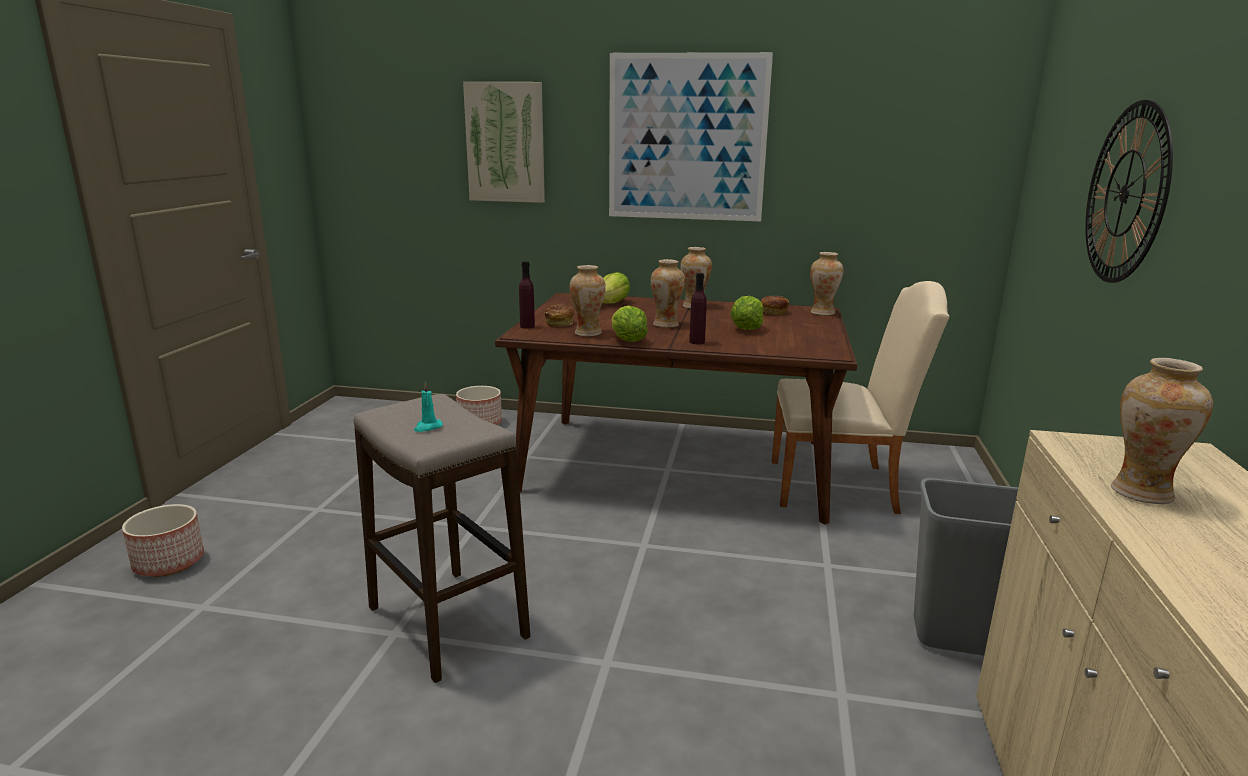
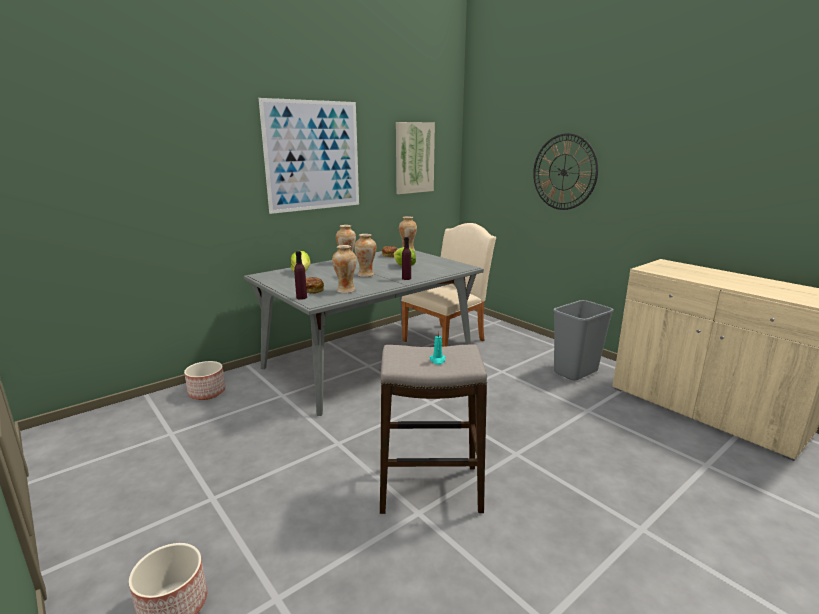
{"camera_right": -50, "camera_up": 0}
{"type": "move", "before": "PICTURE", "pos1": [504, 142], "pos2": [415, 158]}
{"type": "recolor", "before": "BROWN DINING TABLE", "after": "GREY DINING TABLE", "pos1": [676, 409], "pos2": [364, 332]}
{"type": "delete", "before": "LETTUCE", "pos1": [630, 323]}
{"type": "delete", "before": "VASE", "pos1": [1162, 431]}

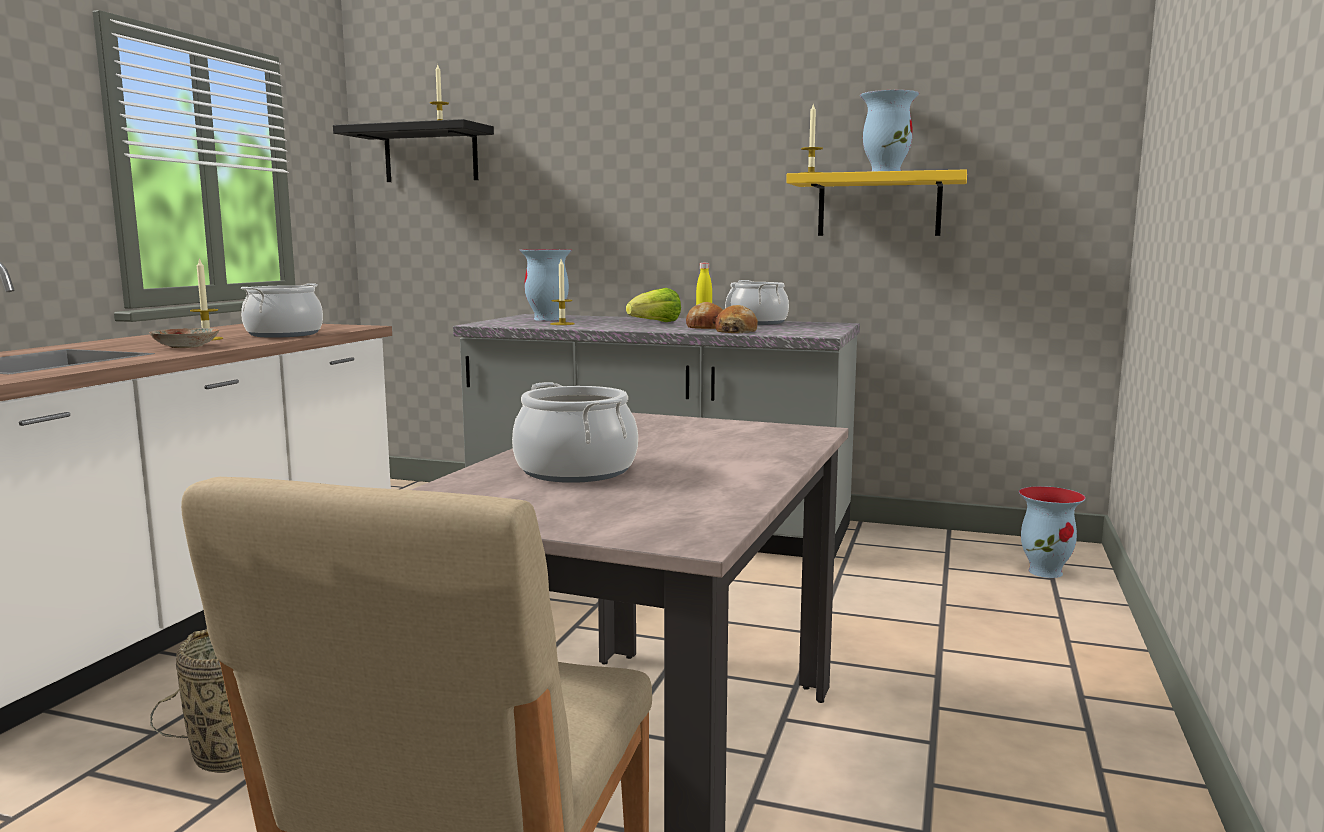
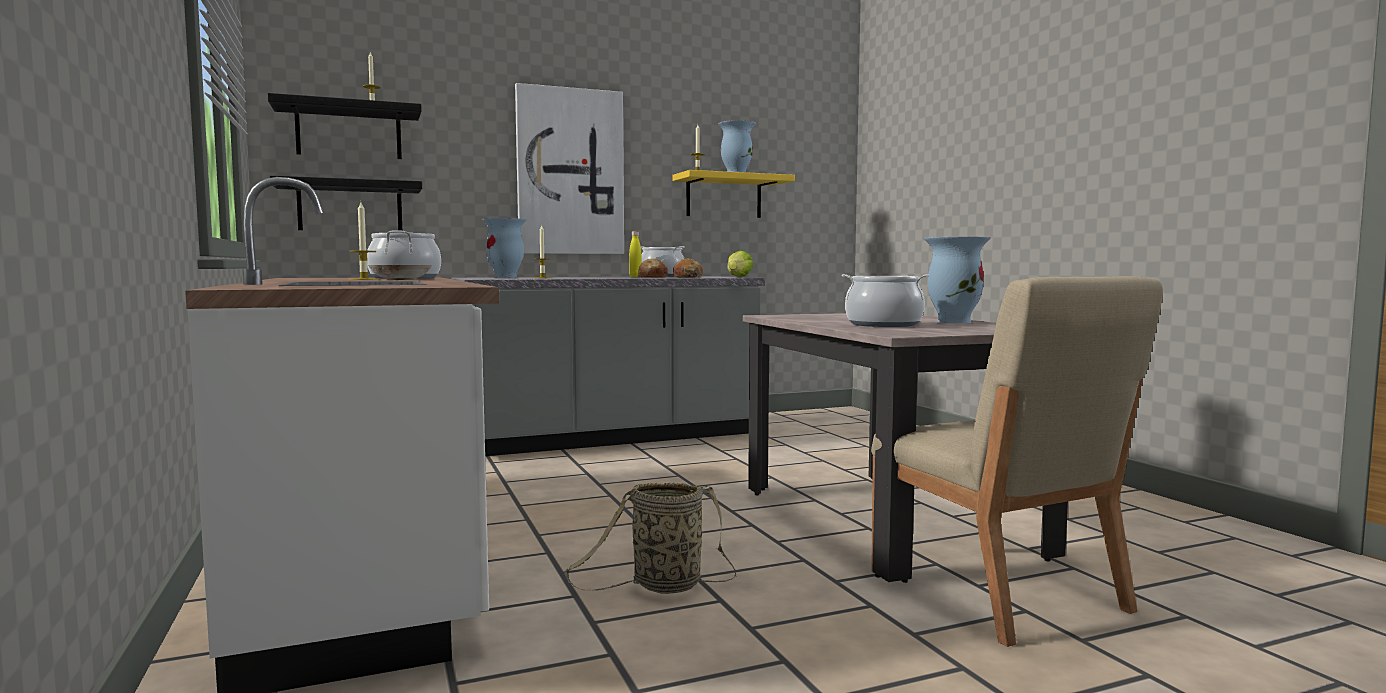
{"camera_right": -40, "camera_up": -5}
{"type": "move", "before": "LETTUCE", "pos1": [653, 305], "pos2": [740, 264]}
{"type": "move", "before": "VASE", "pos1": [1052, 532], "pos2": [957, 280]}
{"type": "insert", "after": "PICTURE", "pos2": [569, 168]}
{"type": "insert", "after": "BLACK SHELF", "pos2": [346, 203]}

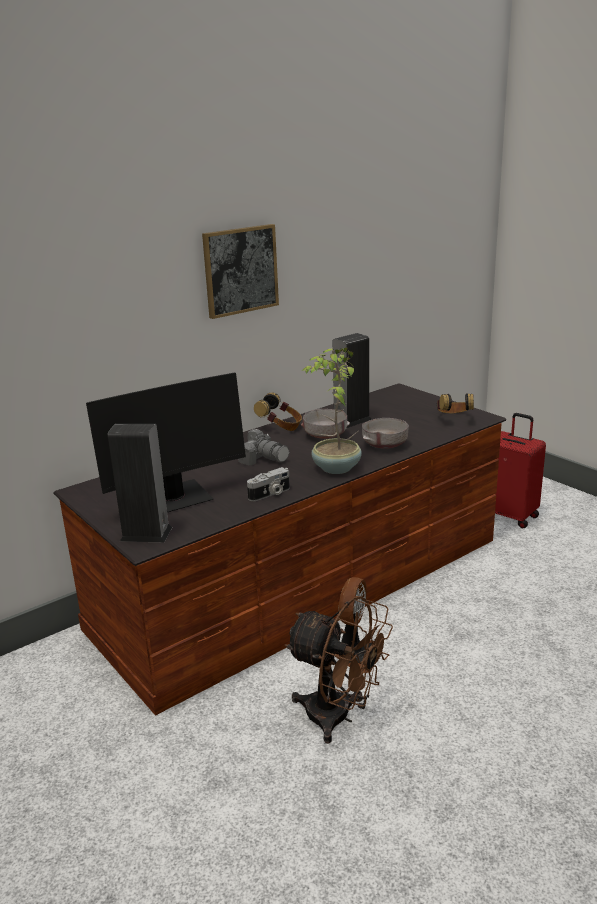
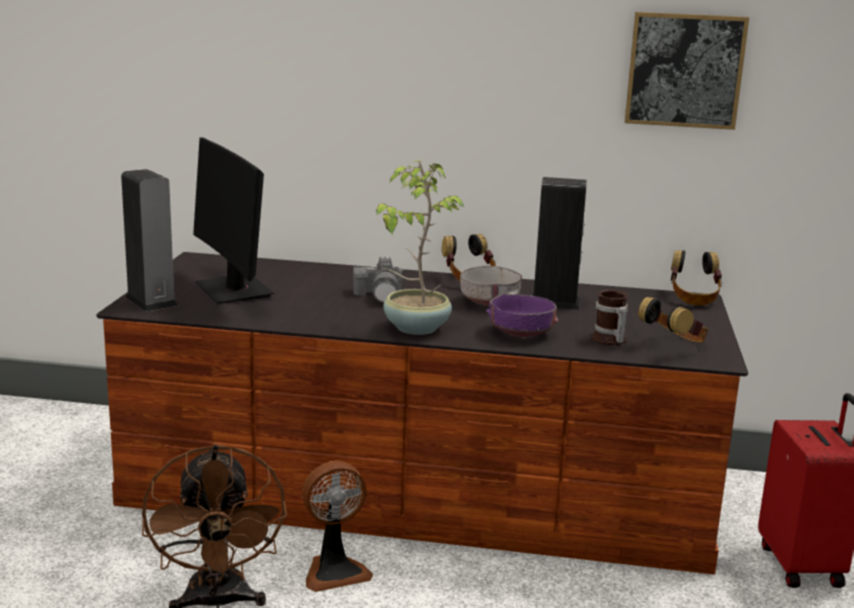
{"camera_right": 45, "camera_up": -5}
{"type": "move", "before": "PICTURE", "pos1": [240, 271], "pos2": [687, 71]}
{"type": "rotate", "before": "MONITOR", "pos1": [166, 442], "pos2": [233, 220], "turn": 45}
{"type": "recolor", "before": "GREY BOWL", "after": "PURPLE BOWL", "pos1": [385, 433], "pos2": [522, 315]}
{"type": "delete", "before": "PHOTO CAMERA", "pos1": [268, 484]}
{"type": "insert", "after": "HEADPHONES", "pos2": [696, 278]}
{"type": "insert", "after": "MUG", "pos2": [609, 317]}

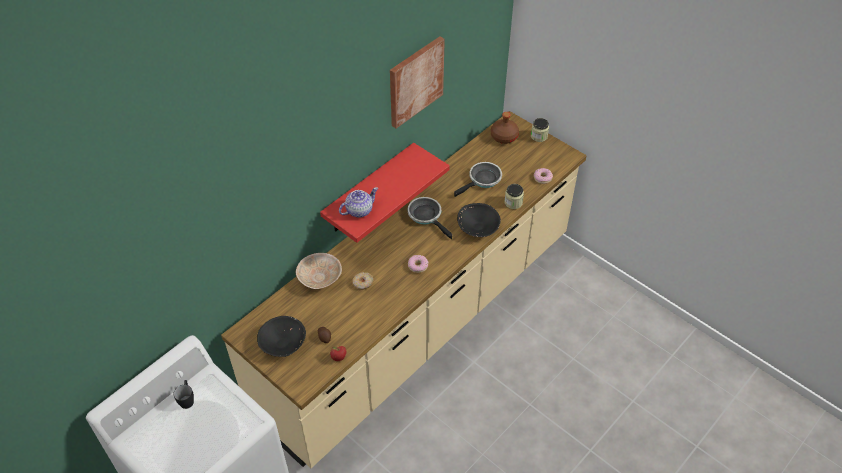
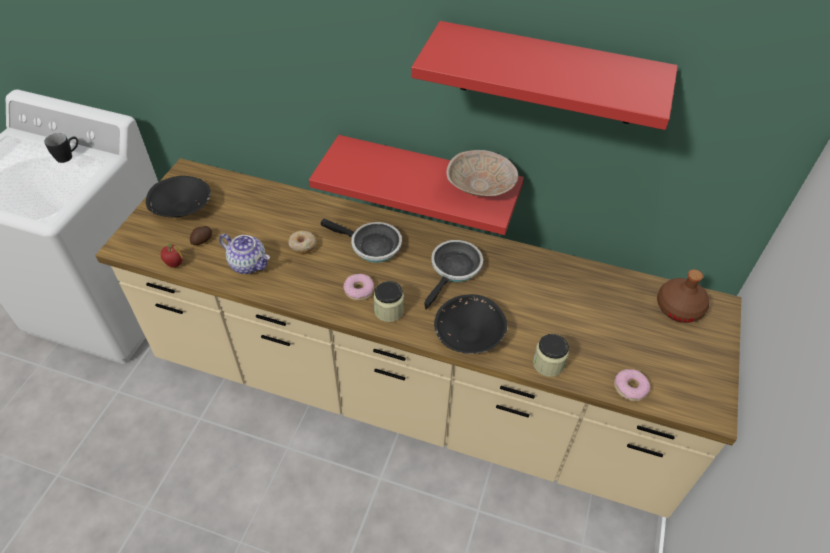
{"camera_right": 65, "camera_up": 0}
{"type": "replace", "before": "PICTURE", "after": "RED SHELF", "pos1": [417, 82], "pos2": [544, 75]}
{"type": "move", "before": "JAR", "pos1": [540, 130], "pos2": [389, 301]}
{"type": "move", "before": "FRYING PAN", "pos1": [478, 179], "pos2": [361, 241]}
{"type": "move", "before": "TEAPOT", "pos1": [358, 202], "pos2": [244, 253]}
{"type": "move", "before": "BEIGE BOWL", "pos1": [319, 271], "pos2": [482, 173]}

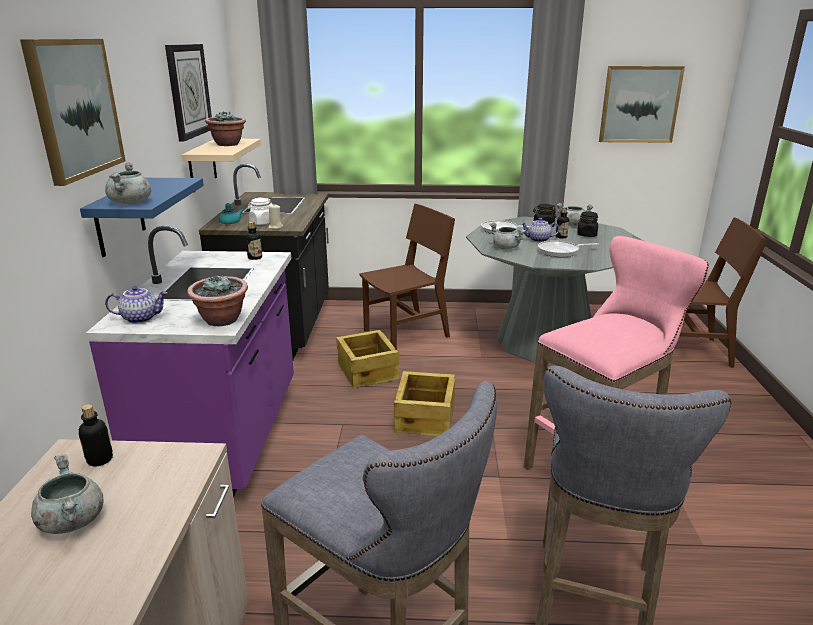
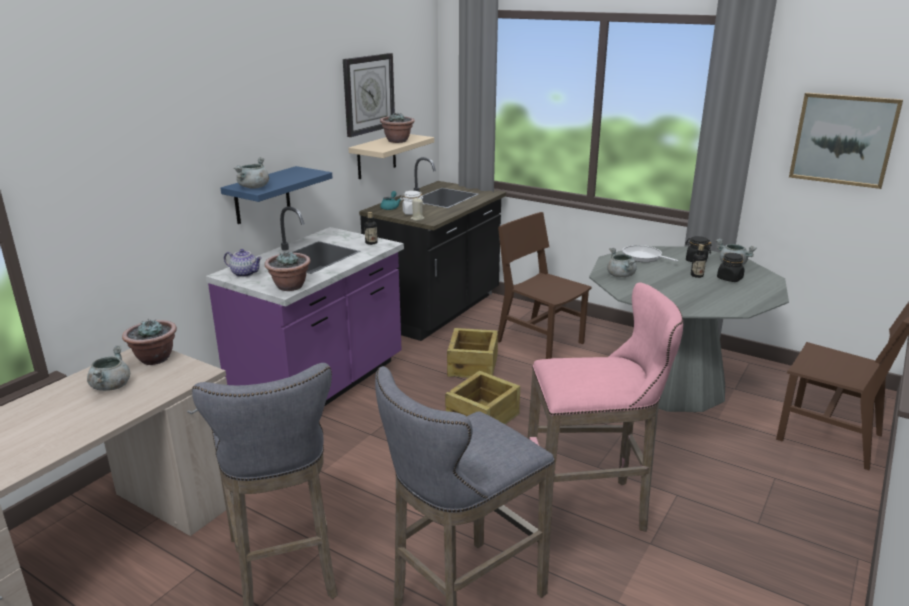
{"camera_right": 30, "camera_up": 0}
{"type": "delete", "before": "PICTURE", "pos1": [73, 112]}
{"type": "rotate", "before": "BROWN CHAIR", "pos1": [407, 277], "pos2": [545, 285], "turn": -135}
{"type": "delete", "before": "TEAPOT", "pos1": [540, 230]}
{"type": "delete", "before": "FRYING PAN", "pos1": [568, 248]}
{"type": "replace", "before": "BOTTLE", "after": "POTTED PLANT", "pos1": [95, 435], "pos2": [149, 342]}

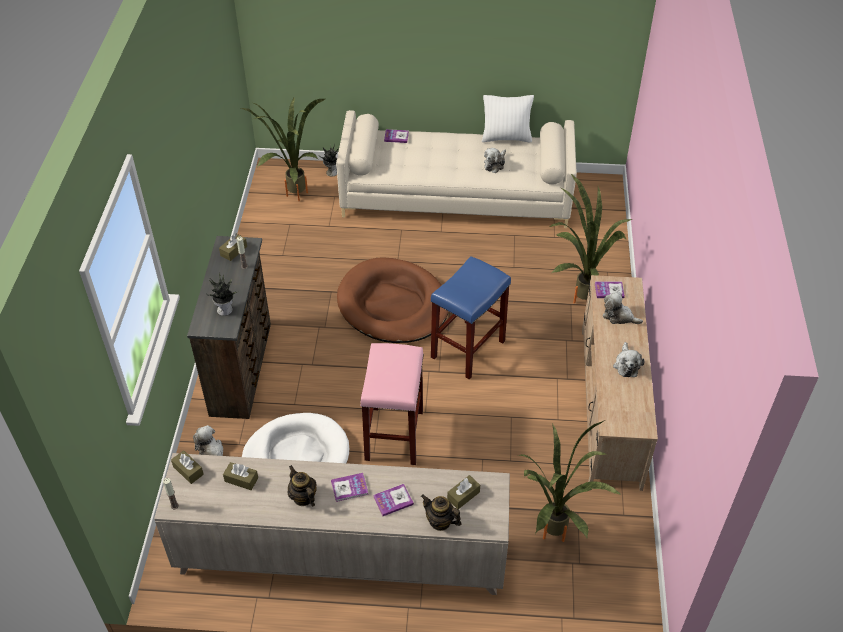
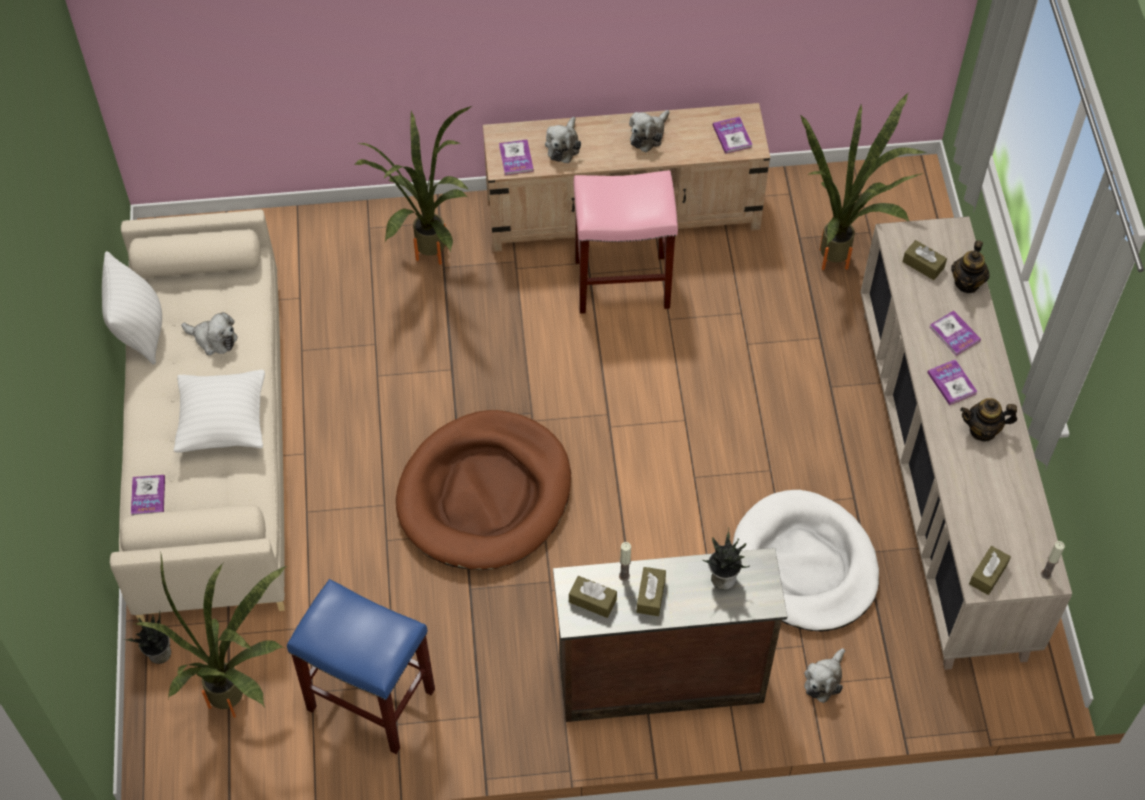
{"camera_right": -100, "camera_up": 10}
{"type": "move", "before": "BLUE STOOL", "pos1": [471, 318], "pos2": [361, 666]}
{"type": "rotate", "before": "PLUSH TOY", "pos1": [629, 359], "pos2": [649, 131], "turn": 135}
{"type": "move", "before": "PINK STOOL", "pos1": [392, 404], "pos2": [625, 242]}
{"type": "move", "before": "BROWN TISSUE BOX", "pos1": [240, 476], "pos2": [651, 591]}
{"type": "rotate", "before": "TEAPOT", "pos1": [302, 485], "pos2": [988, 420], "turn": 45}
{"type": "insert", "after": "BOOK", "pos2": [733, 135]}
{"type": "insert", "after": "WHITE PILLOW", "pos2": [219, 411]}

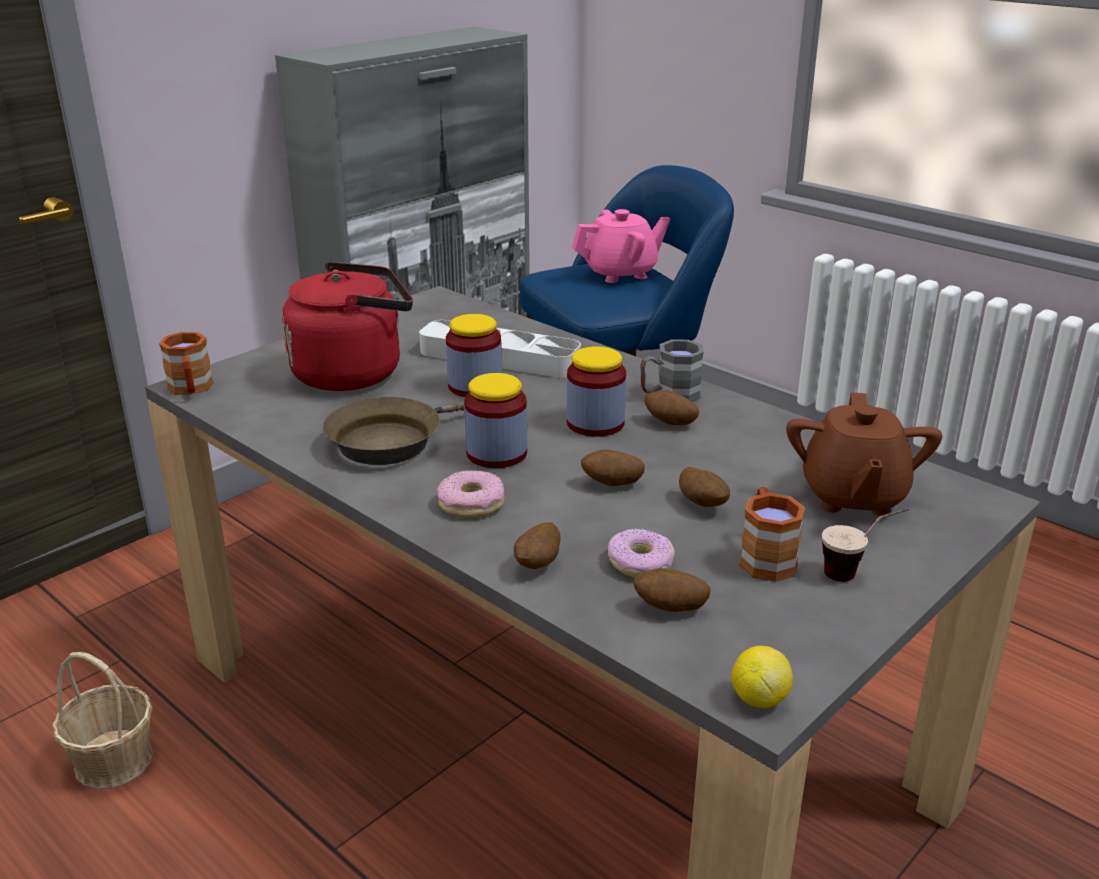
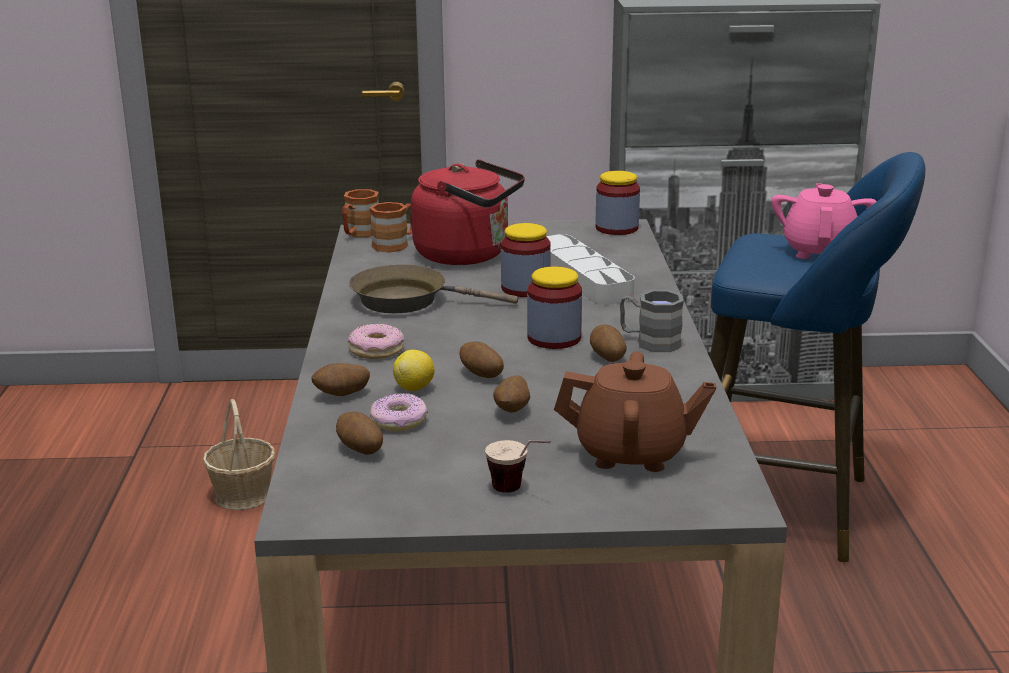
{"camera_right": 45, "camera_up": -5}
{"type": "rotate", "before": "PINK TEAPOT", "pos1": [621, 246], "pos2": [824, 221], "turn": -105}
{"type": "move", "before": "JAR", "pos1": [495, 420], "pos2": [618, 203]}
{"type": "rotate", "before": "BROWN TEAPOT", "pos1": [864, 454], "pos2": [635, 412], "turn": -135}
{"type": "move", "before": "BROWN MUG", "pos1": [772, 534], "pos2": [391, 227]}
{"type": "move", "before": "LEMON", "pos1": [762, 677], "pos2": [413, 370]}

